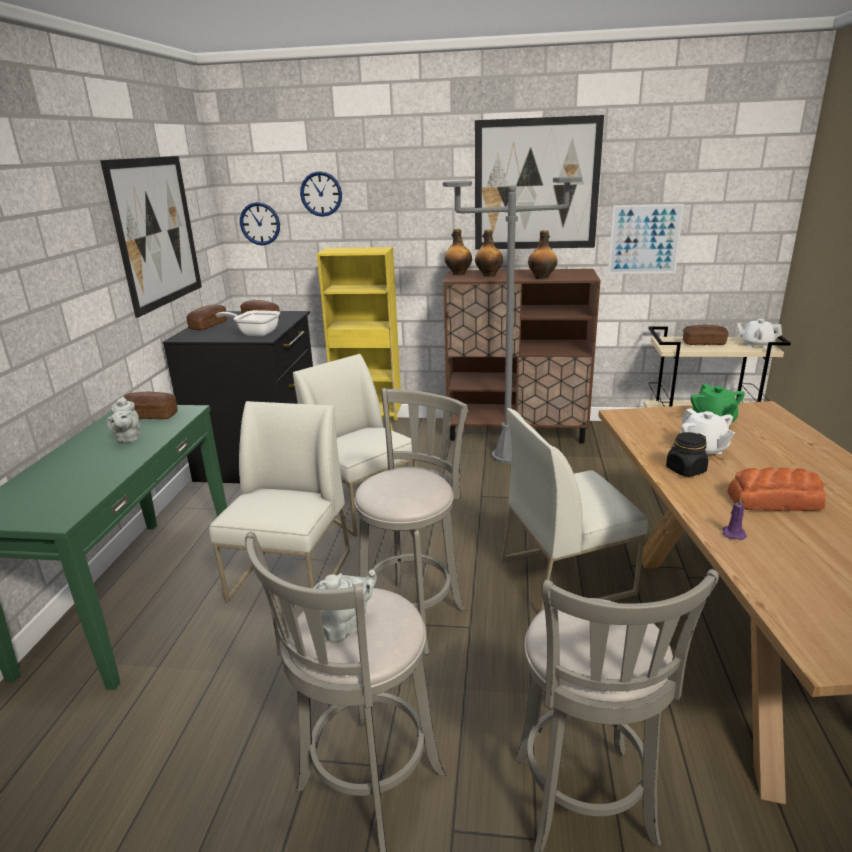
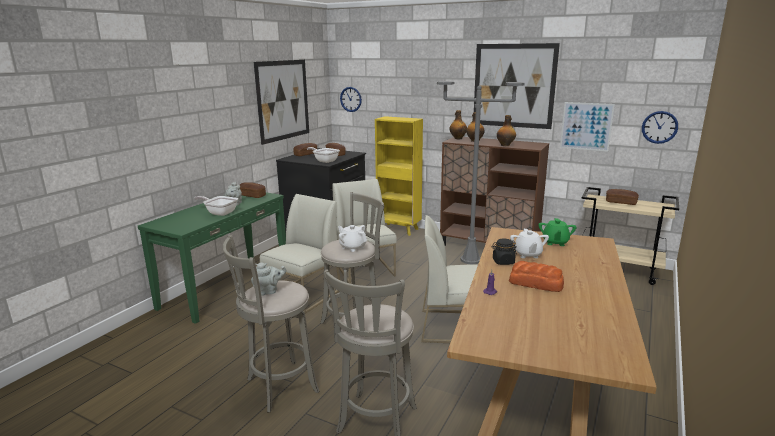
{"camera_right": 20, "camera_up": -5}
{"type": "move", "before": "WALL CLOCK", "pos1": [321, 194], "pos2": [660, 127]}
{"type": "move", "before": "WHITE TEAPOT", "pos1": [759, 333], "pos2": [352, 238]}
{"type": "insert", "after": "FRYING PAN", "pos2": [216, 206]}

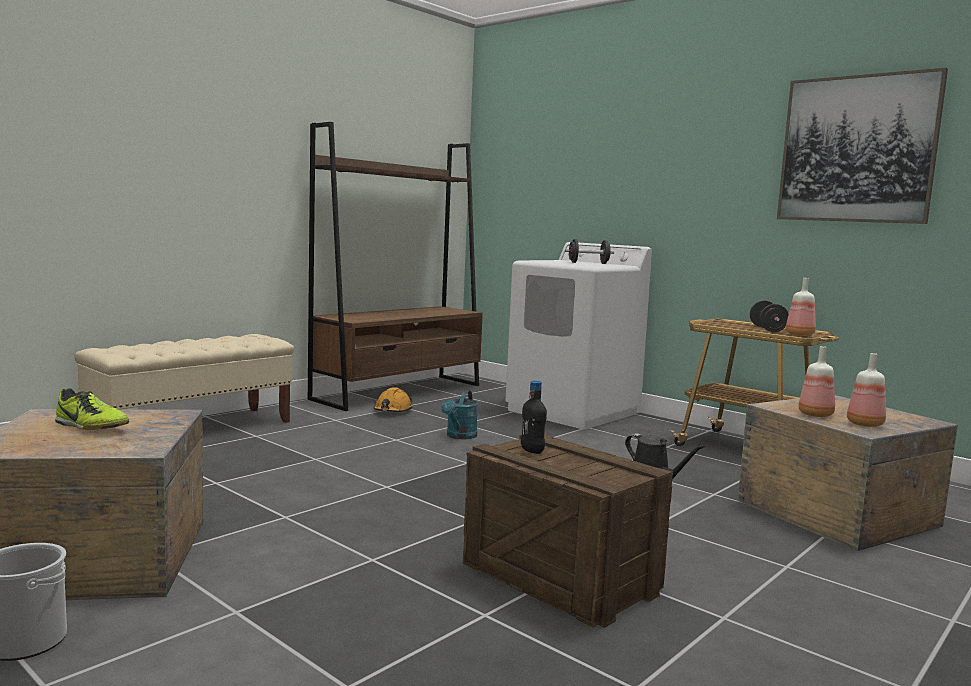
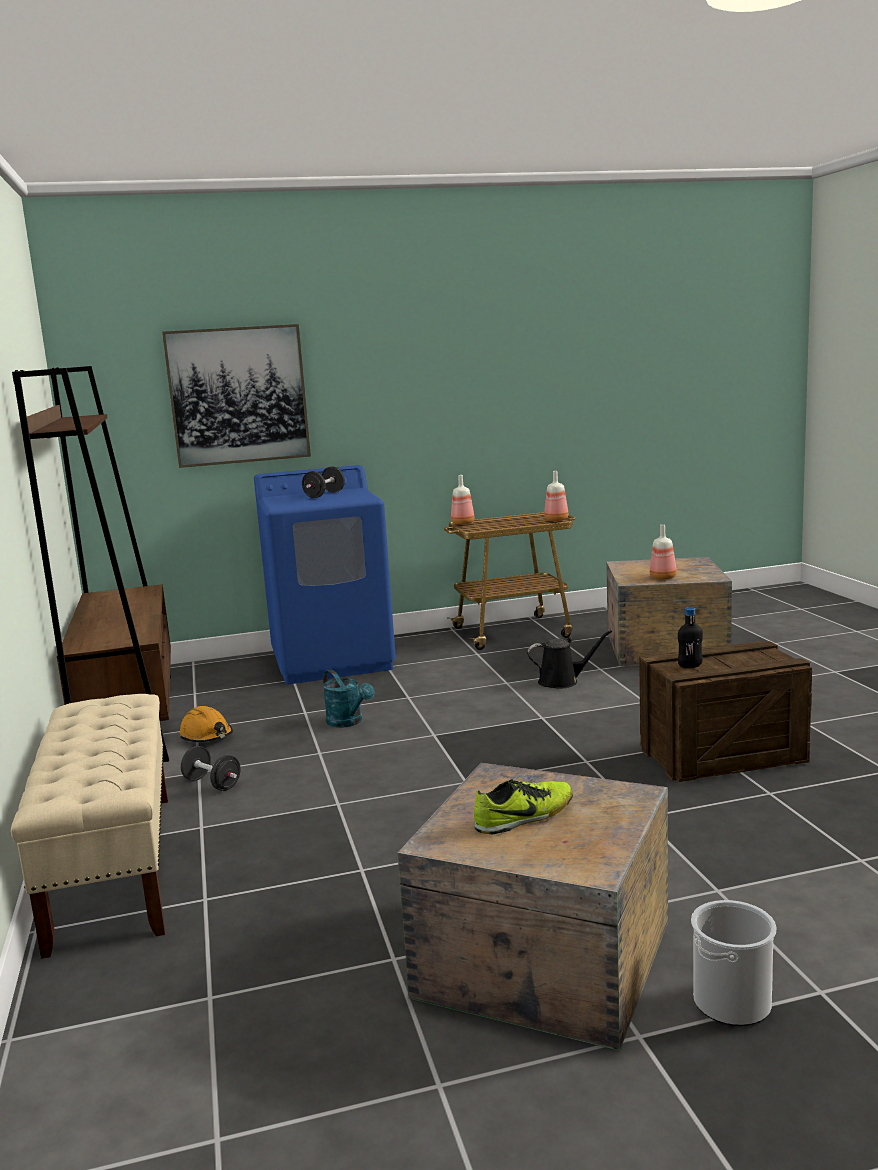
{"camera_right": -55, "camera_up": 5}
{"type": "move", "before": "PICTURE", "pos1": [862, 146], "pos2": [236, 396]}
{"type": "recolor", "before": "WHITE WASHING MACHINE", "after": "BLUE WASHING MACHINE", "pos1": [579, 336], "pos2": [325, 575]}
{"type": "move", "before": "BLACK DUMBBELL", "pos1": [769, 316], "pos2": [211, 768]}
{"type": "move", "before": "BOTTLE", "pos1": [866, 390], "pos2": [463, 500]}

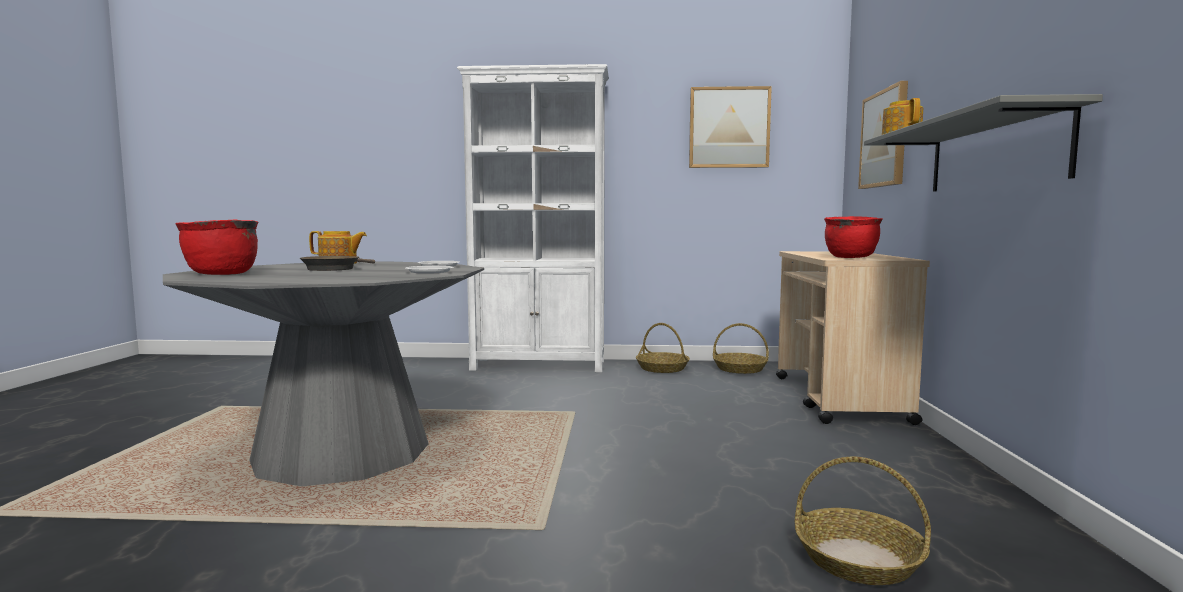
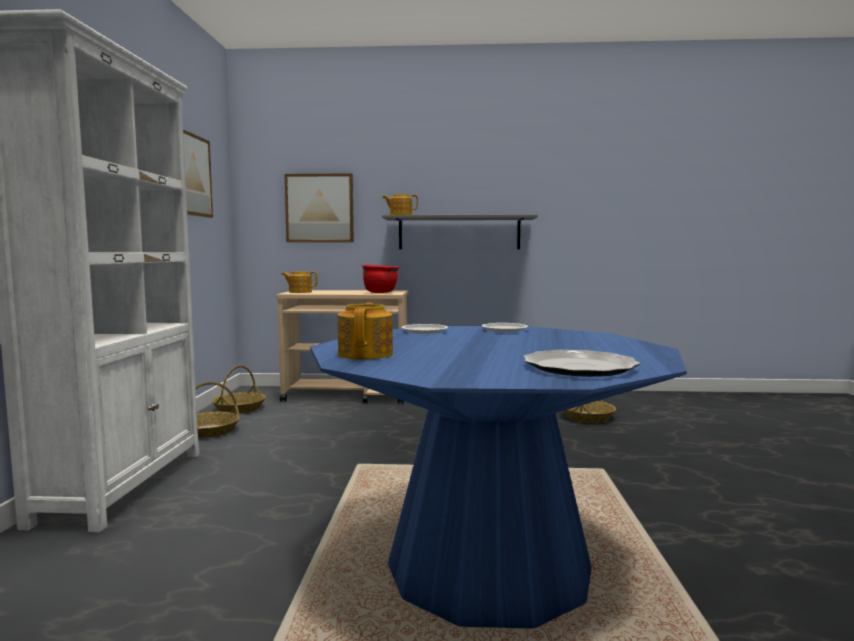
{"camera_right": -90, "camera_up": 0}
{"type": "replace", "before": "RED COOKING POT", "after": "PLATE", "pos1": [216, 247], "pos2": [581, 363]}
{"type": "delete", "before": "BROWN FRYING PAN", "pos1": [337, 263]}
{"type": "recolor", "before": "GREY DINING TABLE", "after": "BLUE DINING TABLE", "pos1": [323, 373], "pos2": [498, 477]}
{"type": "insert", "after": "TEAPOT", "pos2": [299, 282]}

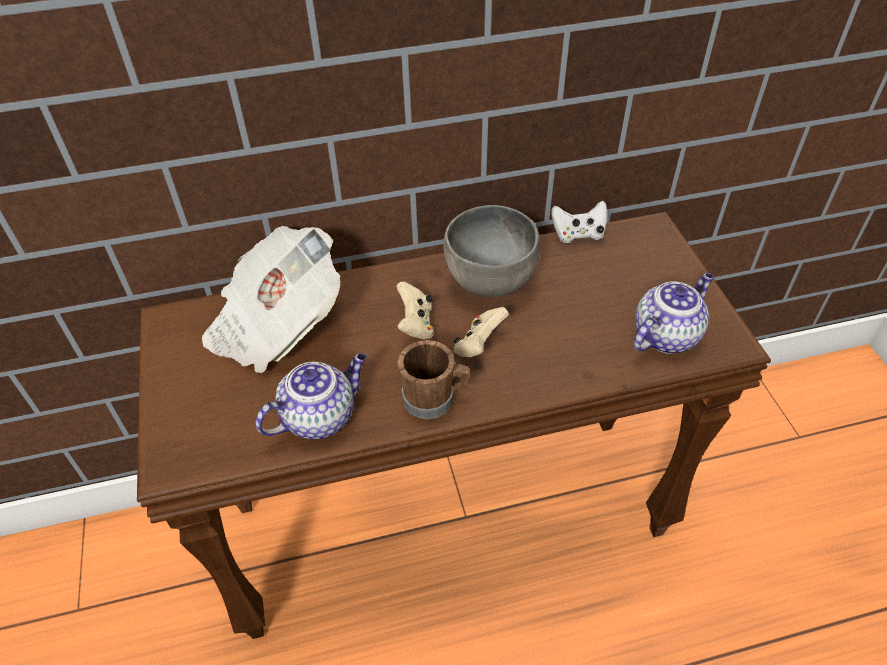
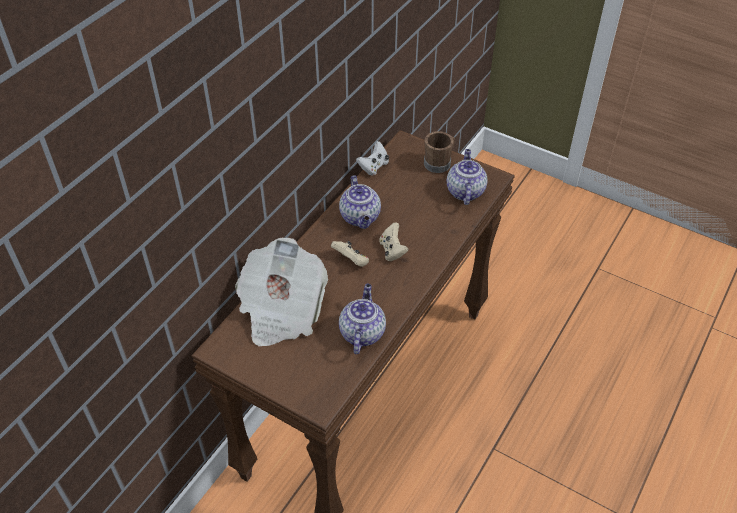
{"camera_right": -45, "camera_up": 0}
{"type": "replace", "before": "GREY BOWL", "after": "TEAPOT", "pos1": [491, 251], "pos2": [360, 202]}
{"type": "move", "before": "BROWN MUG", "pos1": [433, 379], "pos2": [439, 152]}

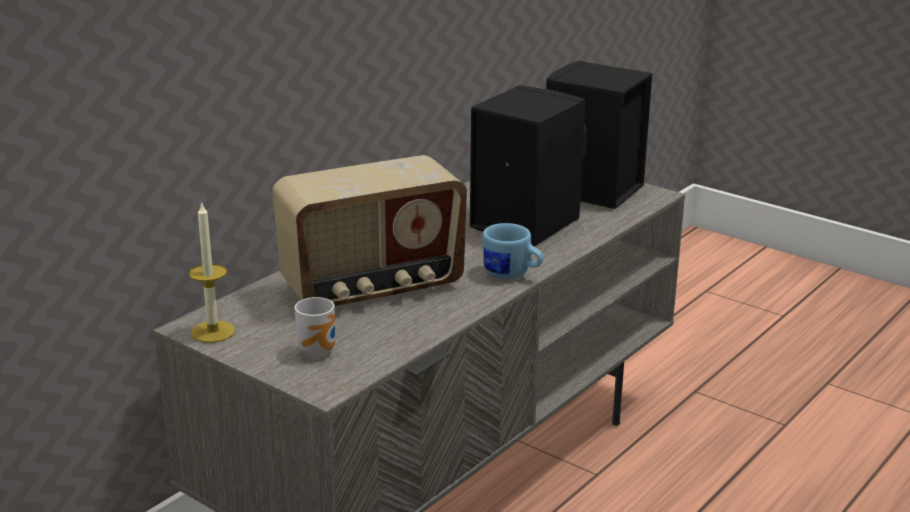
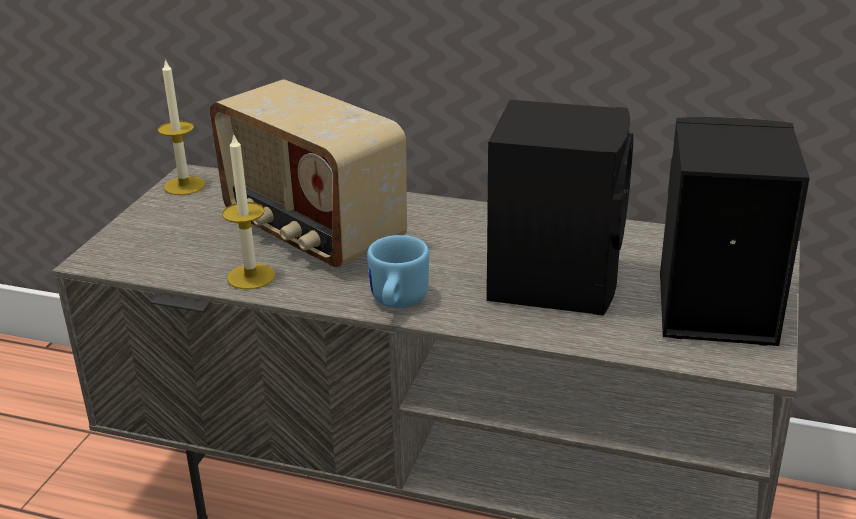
{"camera_right": 70, "camera_up": 5}
{"type": "delete", "before": "MUG", "pos1": [315, 327]}
{"type": "insert", "after": "CANDLE", "pos2": [248, 211]}

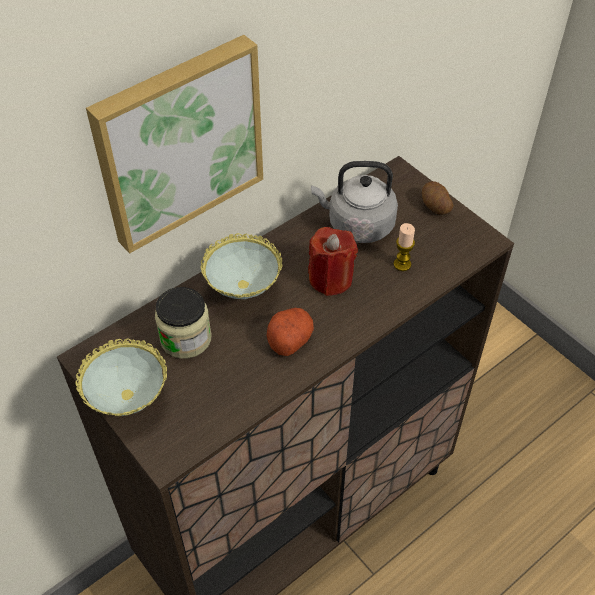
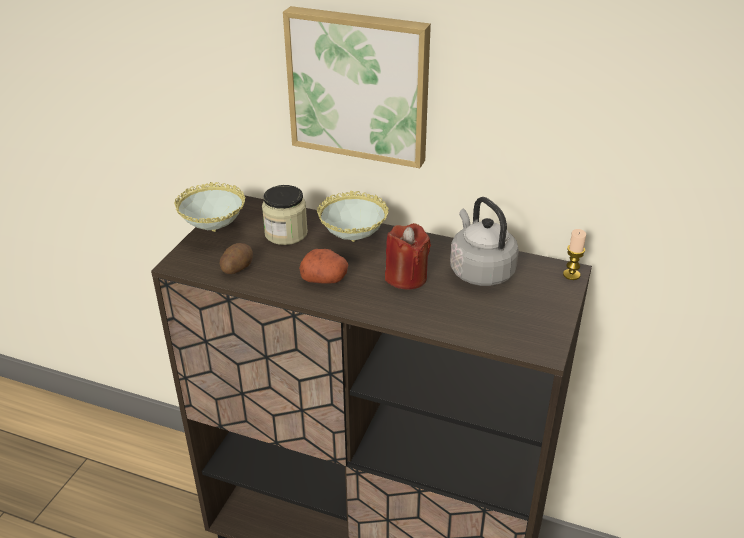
{"camera_right": 60, "camera_up": -15}
{"type": "move", "before": "POTATO", "pos1": [438, 198], "pos2": [236, 258]}
{"type": "move", "before": "CANDLE", "pos1": [404, 247], "pos2": [574, 254]}

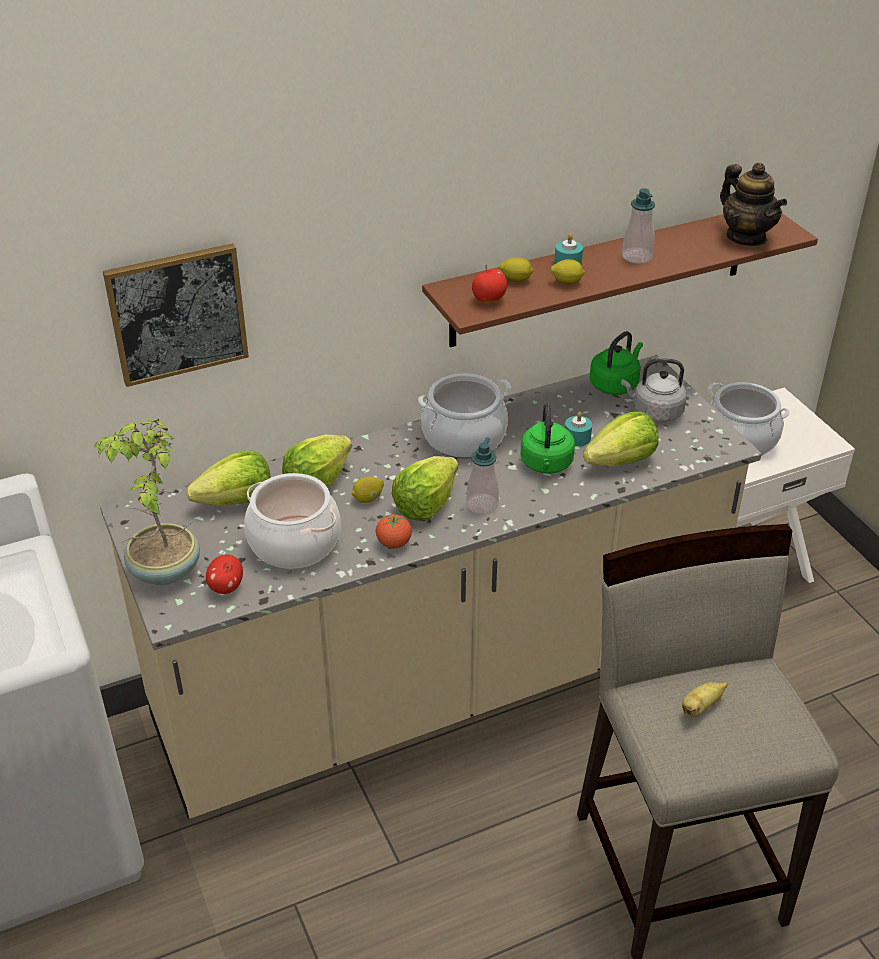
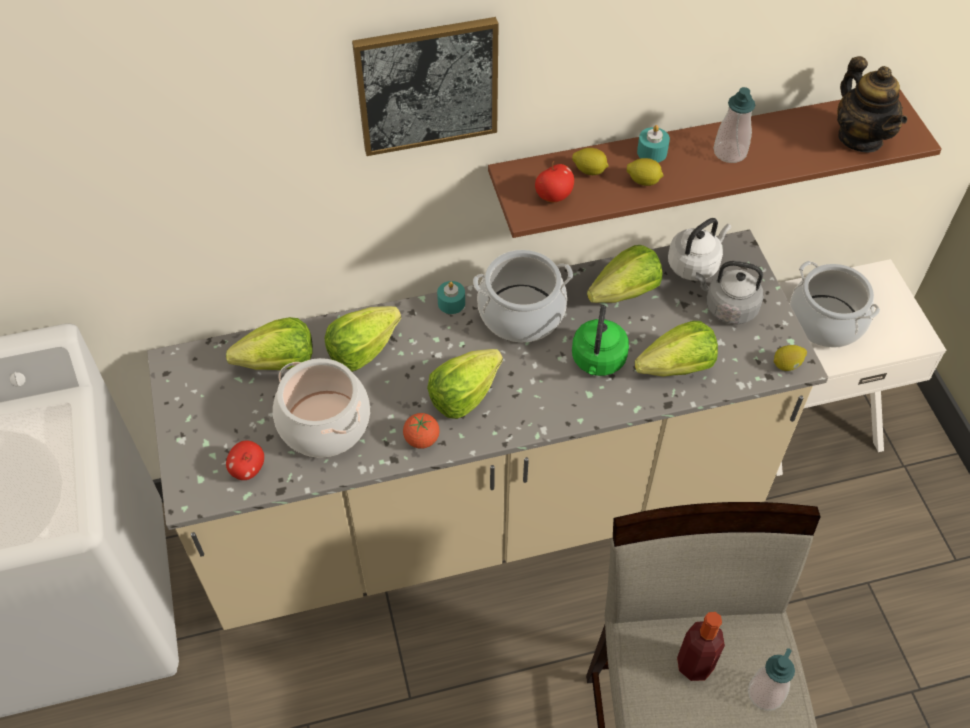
{"camera_right": 10, "camera_up": 15}
{"type": "move", "before": "PICTURE", "pos1": [176, 315], "pos2": [425, 86]}
{"type": "recolor", "before": "GREEN KETTLE", "after": "WHITE KETTLE", "pos1": [616, 363], "pos2": [699, 249]}
{"type": "move", "before": "TURQUOISE CANDLE", "pos1": [578, 429], "pos2": [451, 297]}
{"type": "delete", "before": "POTTED PLANT", "pos1": [147, 502]}
{"type": "move", "before": "SOAP DISPENSER", "pos1": [482, 476], "pos2": [771, 679]}
{"type": "move", "before": "LEMON", "pos1": [368, 490], "pos2": [790, 358]}
{"type": "replace", "before": "BANANA", "after": "BOTTLE", "pos1": [705, 699], "pos2": [701, 646]}
{"type": "insert", "after": "LETTUCE", "pos2": [624, 274]}

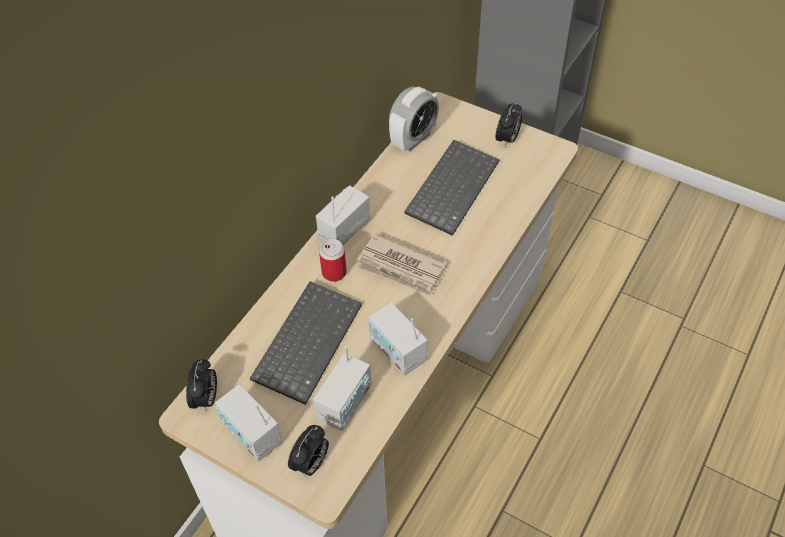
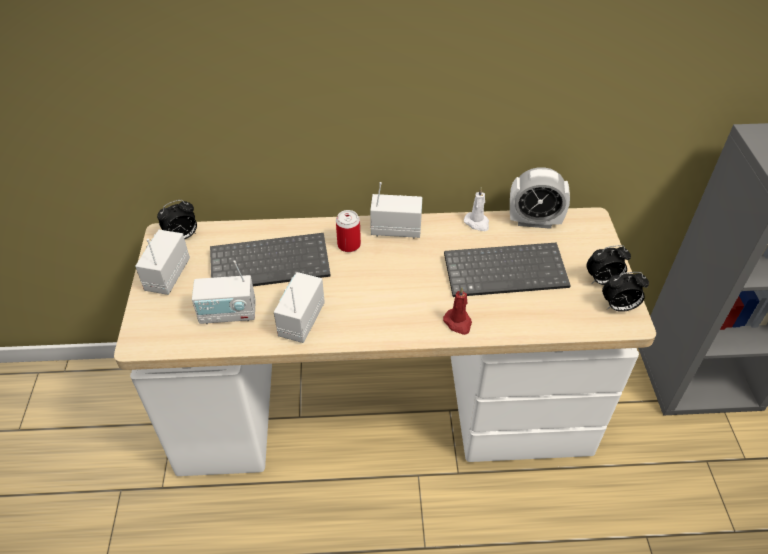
{"camera_right": 55, "camera_up": -5}
{"type": "delete", "before": "NEWSPAPER", "pos1": [402, 265]}
{"type": "move", "before": "ALARM CLOCK", "pos1": [308, 450], "pos2": [625, 292]}
{"type": "insert", "after": "WHITE CANDLE", "pos2": [476, 209]}
{"type": "insert", "after": "RED CANDLE", "pos2": [457, 311]}

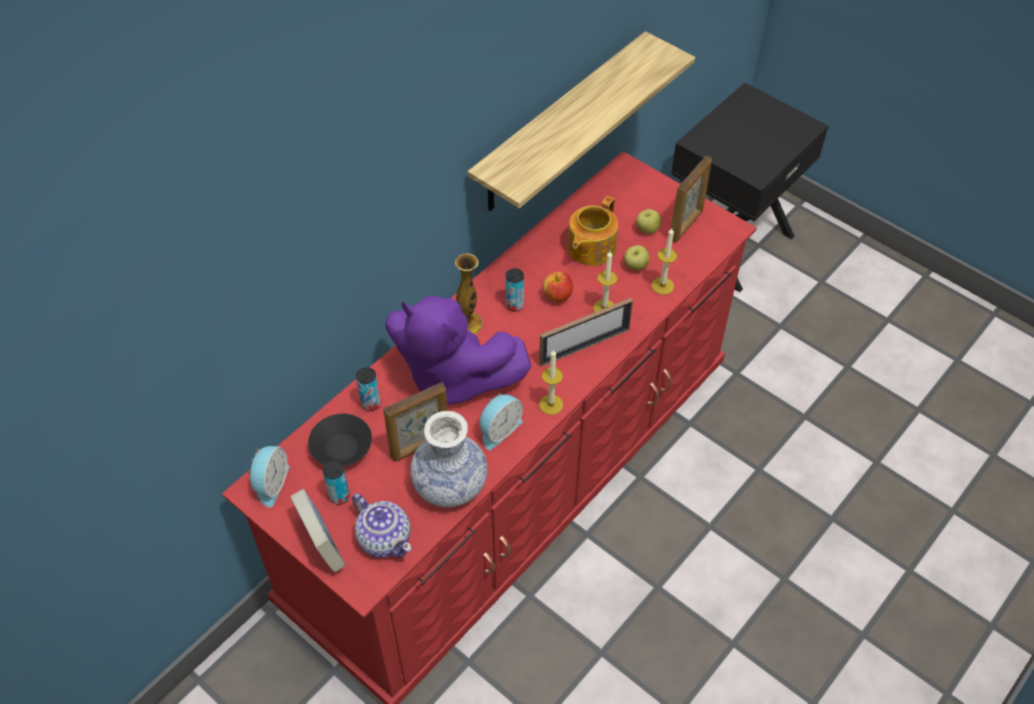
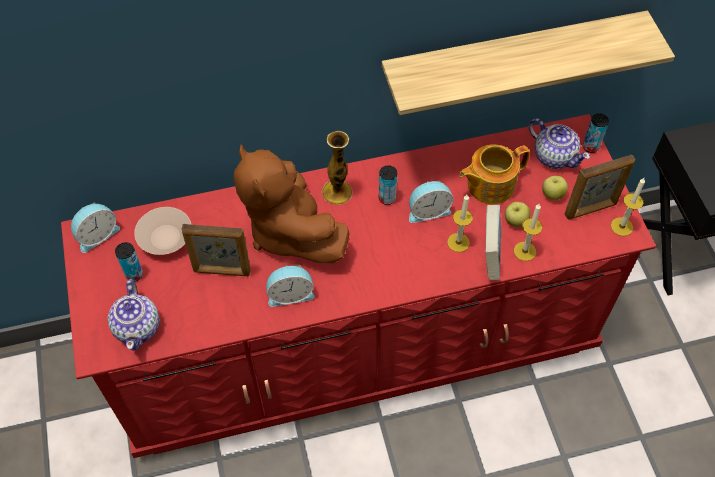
{"camera_right": 35, "camera_up": 5}
{"type": "replace", "before": "APPLE", "after": "ALARM CLOCK", "pos1": [558, 287], "pos2": [431, 202]}
{"type": "recolor", "before": "PURPLE PLUSH TOY", "after": "BROWN PLUSH TOY", "pos1": [458, 350], "pos2": [292, 203]}
{"type": "delete", "before": "PICTURE FRAME", "pos1": [586, 332]}
{"type": "move", "before": "CANDLE", "pos1": [551, 382], "pos2": [628, 207]}
{"type": "move", "before": "CAN", "pos1": [368, 389], "pos2": [596, 133]}
{"type": "delete", "before": "VASE", "pos1": [448, 459]}
{"type": "recolor", "before": "BLACK BOWL", "after": "BEIGE BOWL", "pos1": [340, 440], "pos2": [162, 231]}
{"type": "move", "before": "BOOK", "pos1": [318, 530], "pos2": [493, 242]}
{"type": "insert", "after": "TEAPOT", "pos2": [559, 143]}

